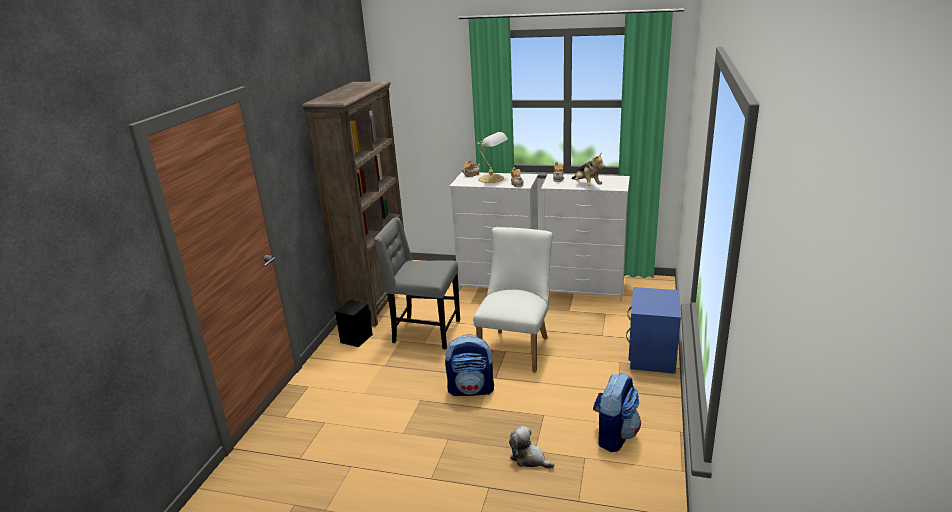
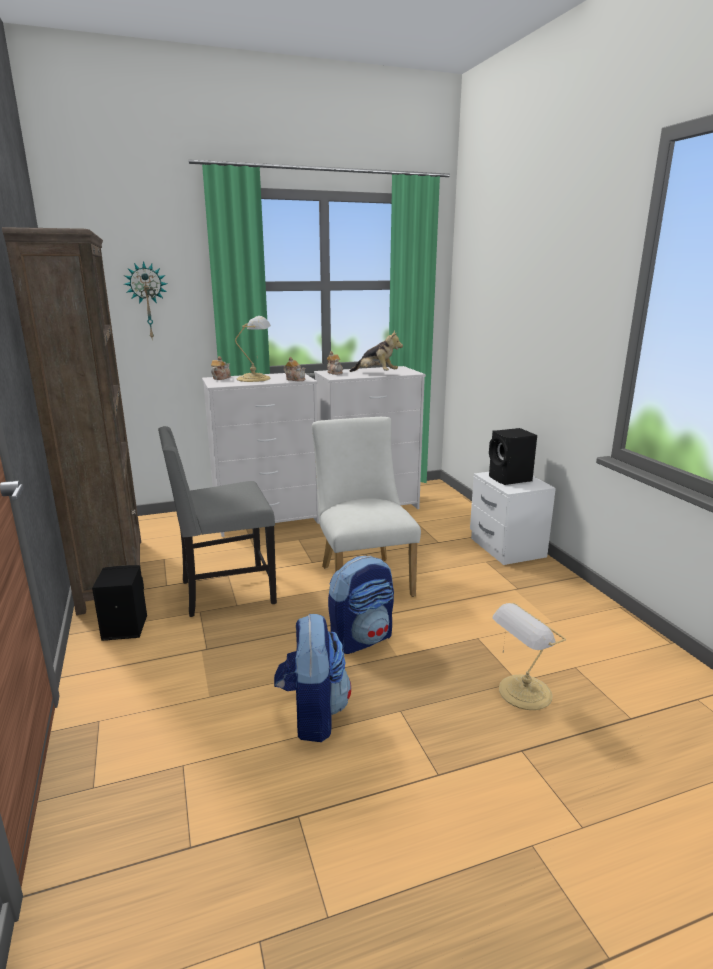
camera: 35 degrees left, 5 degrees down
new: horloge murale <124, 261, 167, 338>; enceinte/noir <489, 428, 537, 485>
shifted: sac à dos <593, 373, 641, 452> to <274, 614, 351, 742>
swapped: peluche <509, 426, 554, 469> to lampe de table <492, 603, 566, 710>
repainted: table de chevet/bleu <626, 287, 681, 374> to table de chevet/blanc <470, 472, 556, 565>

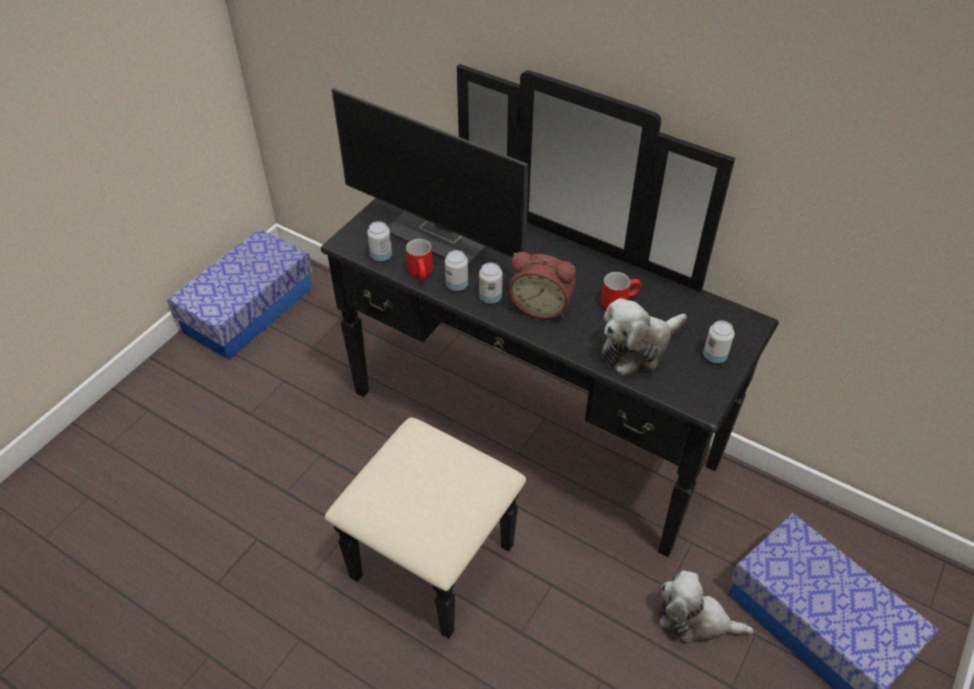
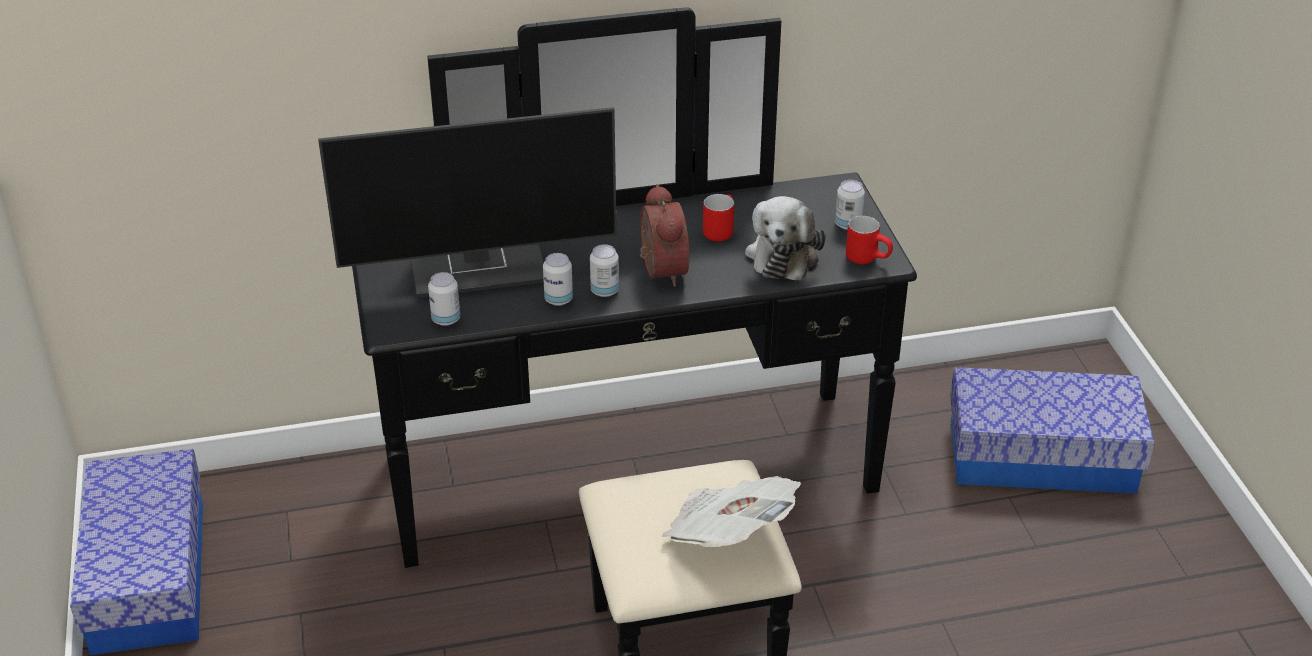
camera: 45 degrees left, 10 degrees down
gone: peluche <659, 570, 754, 645>
new: journal <662, 476, 801, 547>
shifted: mug/rouge <406, 239, 433, 280> to <846, 216, 893, 264>
rotated: réveil <509, 252, 576, 319> = <640, 184, 690, 287> 75 degrees counterclockwise

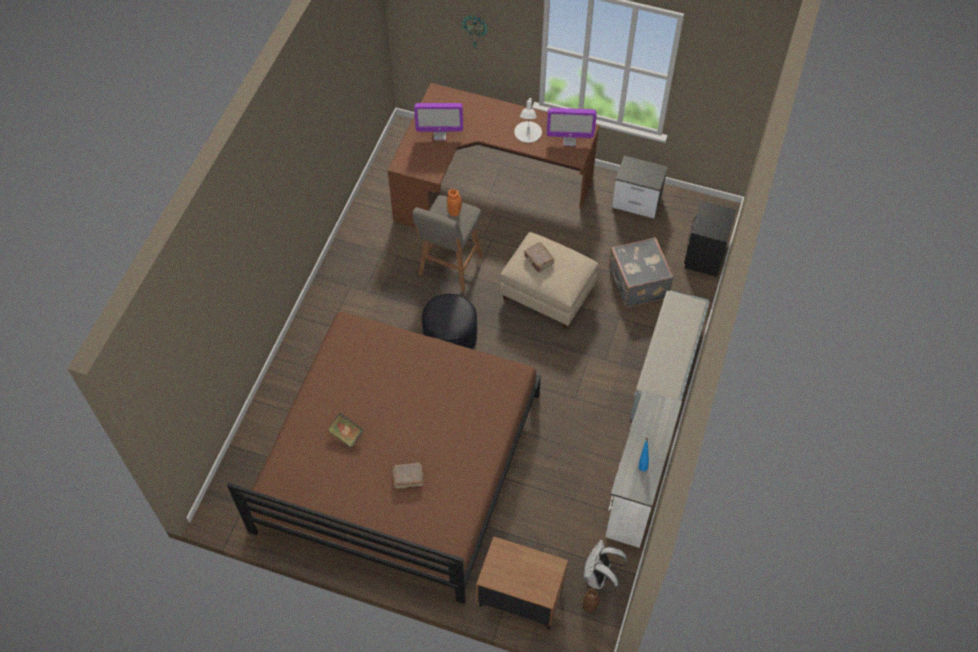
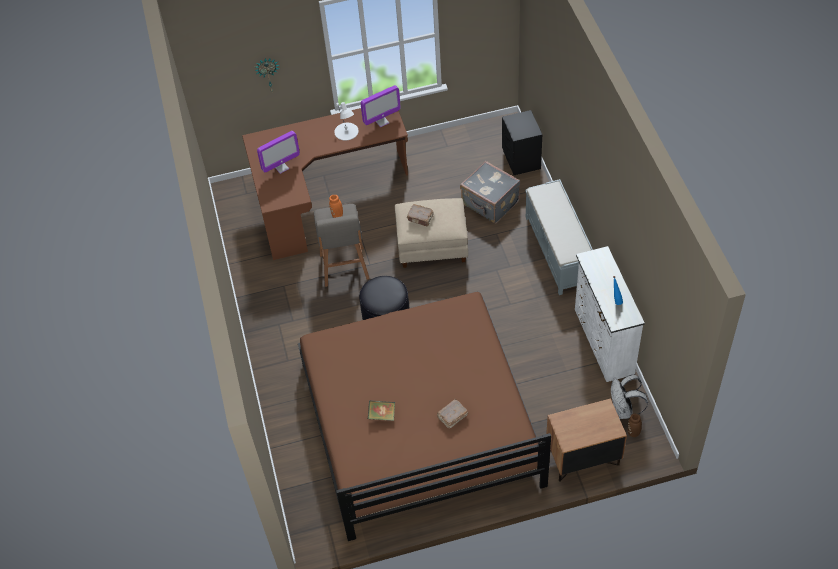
camera: 30 degrees left, 5 degrees down
gone: table de chevet <612, 156, 668, 218>

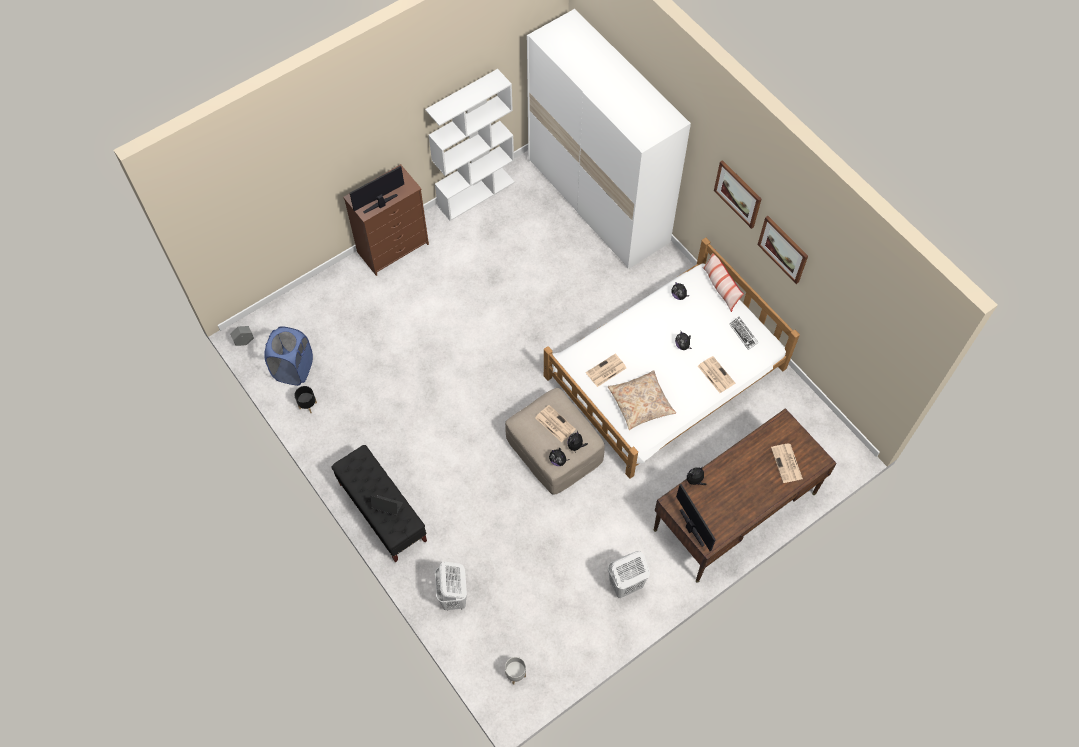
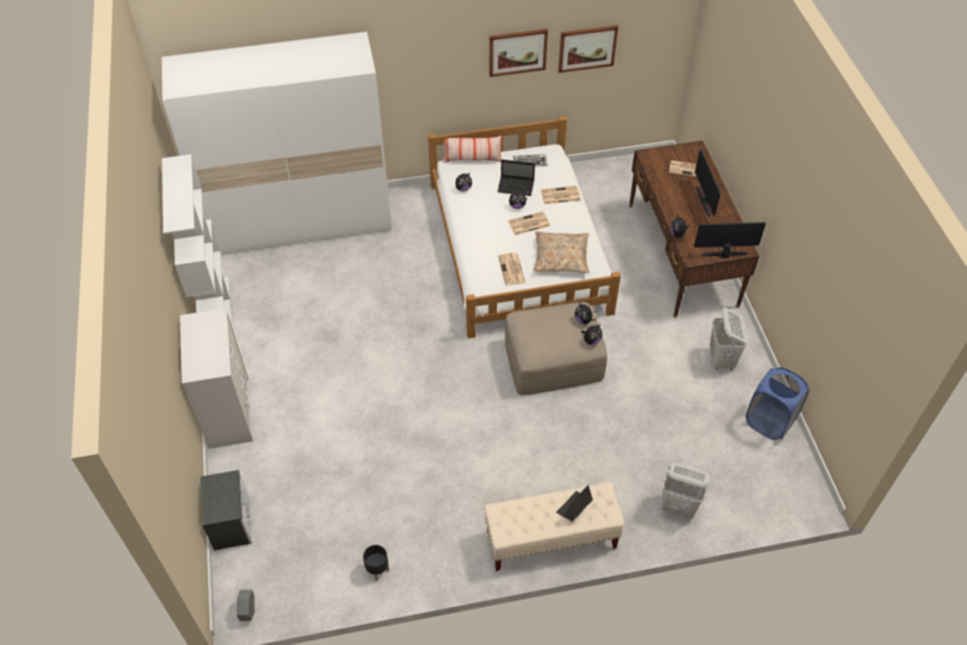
camera: 65 degrees left, 10 degrees down
gone: cache-pot/gris <505, 657, 526, 685>
new: table de chevet <200, 470, 252, 550>; ordinateur portable <497, 160, 535, 196>
shifted: panier à linge/bleu <264, 326, 313, 386> to <746, 367, 809, 440>; écran d'ordinateur <350, 166, 404, 214> to <695, 149, 721, 217>; journal <535, 405, 576, 442> to <508, 212, 550, 235>; tableau <714, 160, 761, 229> to <558, 25, 618, 73>
repainted: banc/noir <331, 445, 427, 563> to banc/beige <485, 482, 624, 571>; commode/marron <343, 164, 429, 276> to commode/blanc <180, 308, 253, 449>

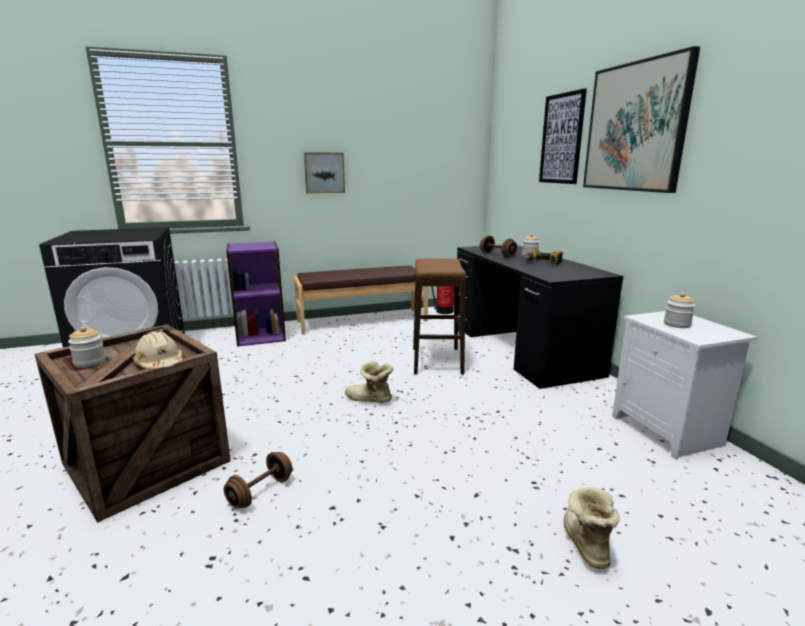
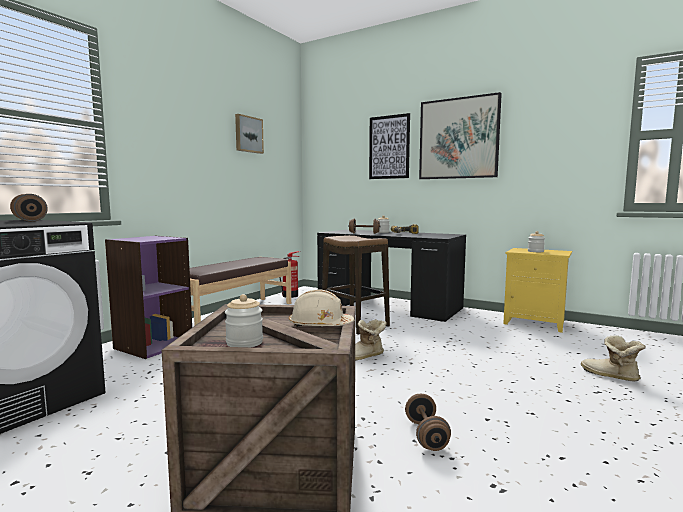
camera: 40 degrees left, 10 degrees down
new: haltère/marron <10, 194, 48, 222>
shifted: tableau <304, 152, 345, 193> to <235, 114, 264, 154>
repainted: table de chevet/blanc <612, 311, 757, 460> to table de chevet/jaune <503, 248, 572, 333>

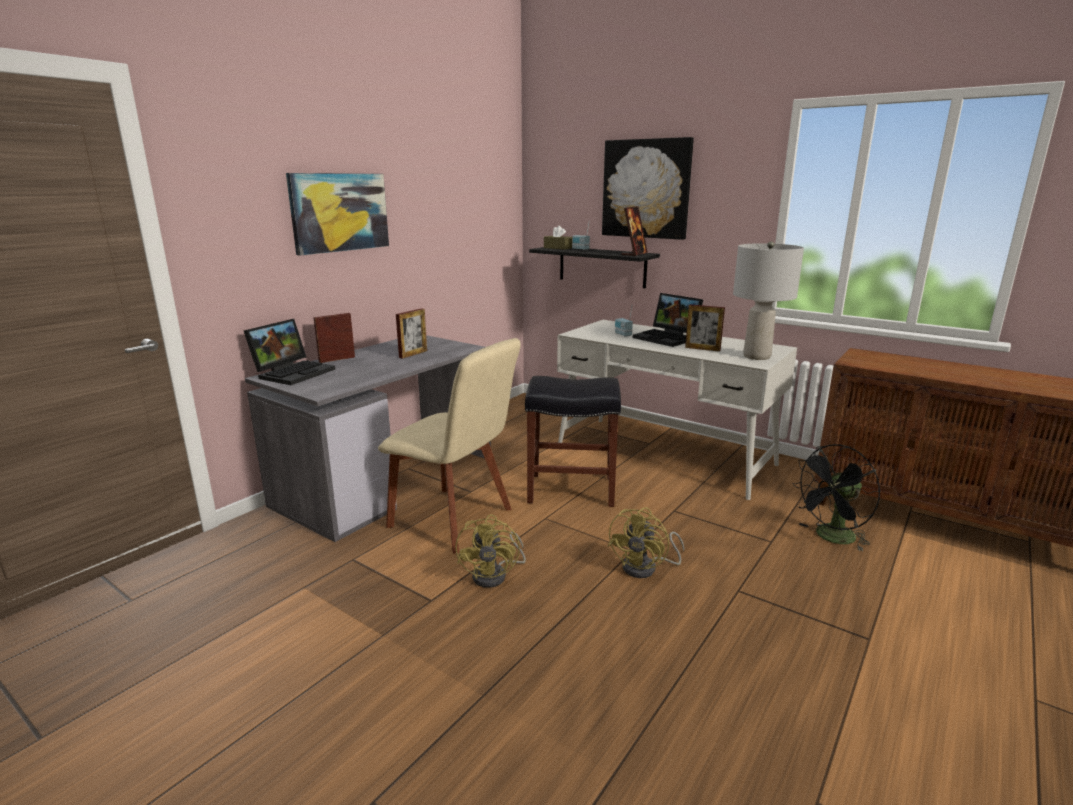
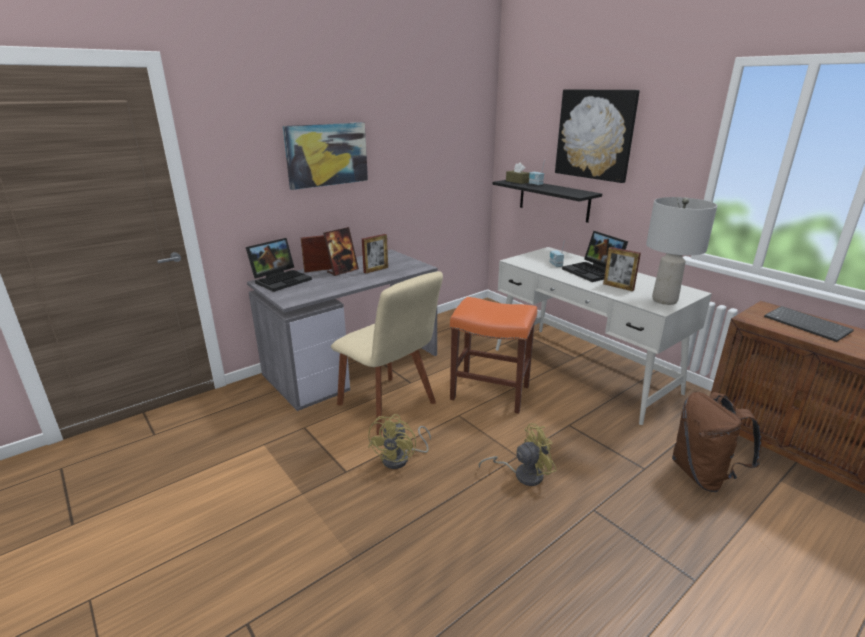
camera: 15 degrees right, 5 degrees up
new: clavier <764, 306, 854, 342>
shifted: cadre photo <622, 206, 648, 256> to <323, 227, 359, 276>
swapped: ventilateur/noir <792, 444, 881, 552> to sac à dos/marron <672, 392, 762, 492>
repainted: tabouret/noir <525, 376, 621, 507> to tabouret/orange <450, 297, 537, 414>
rotated: ventilateur/jaune <607, 507, 684, 578> = <479, 423, 557, 486> 150 degrees counterclockwise

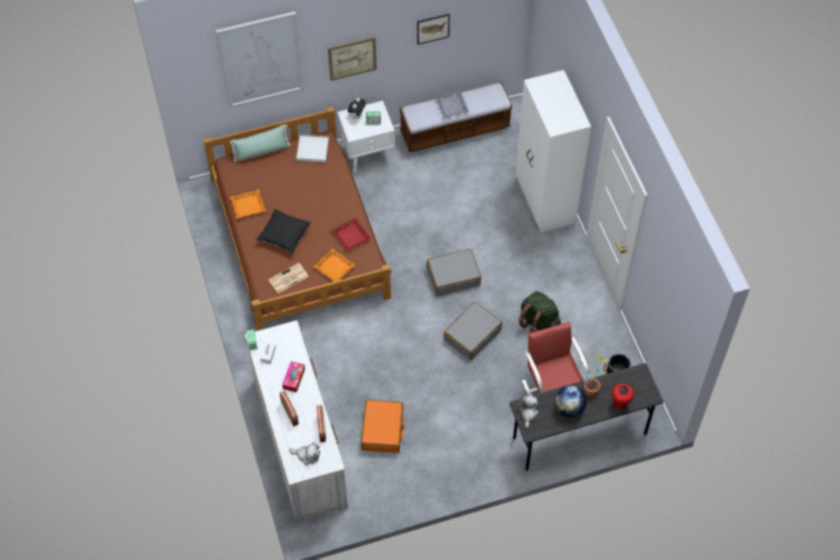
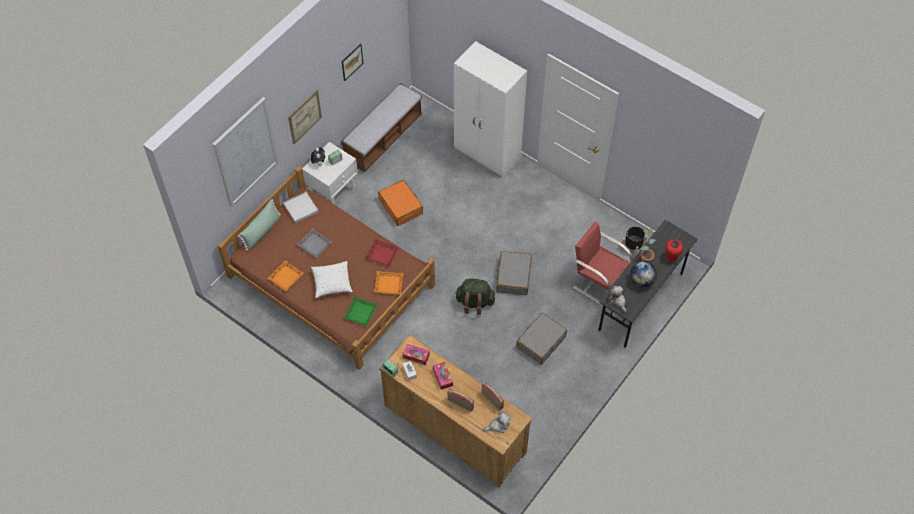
camera: 35 degrees left, 0 degrees up
new: boîte à mouchoirs <403, 344, 430, 365>
shifted: valise/orange <361, 400, 405, 453> to <378, 180, 423, 226>; valise/gris <427, 249, 481, 296> to <516, 313, 567, 365>; plateau/gris <435, 90, 469, 118> to <297, 228, 332, 258>; sac à dos/vert <519, 291, 561, 333> to <455, 278, 495, 315>
swapped: journal <268, 263, 309, 293> to plateau/vert <344, 296, 378, 326>
repainted: commode/blanc <244, 320, 348, 523> to commode/marron <379, 334, 532, 487>; coussin/noir <256, 209, 311, 254> to coussin/blanc <311, 261, 353, 298>

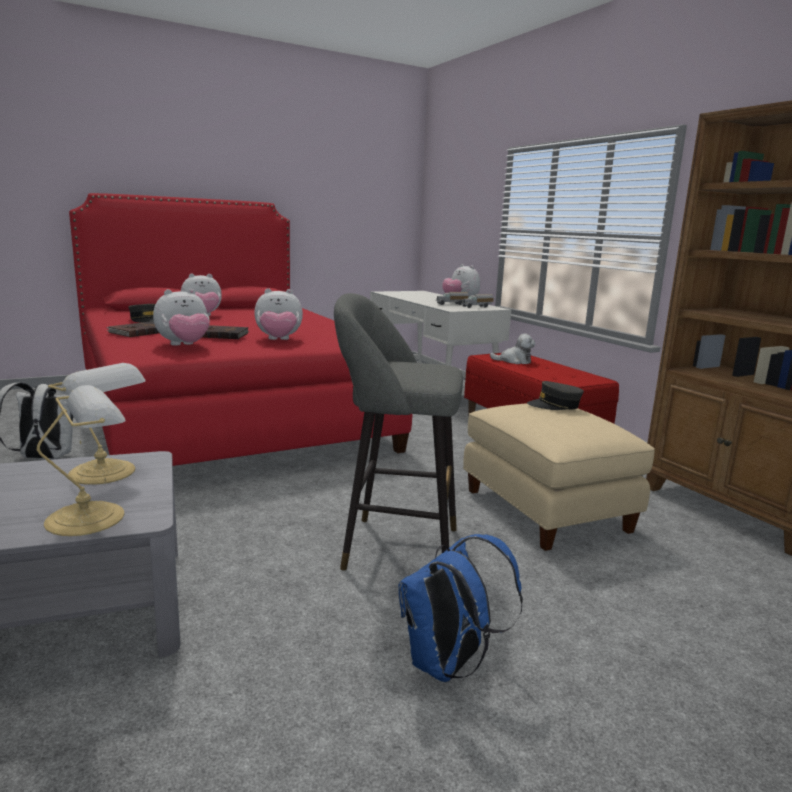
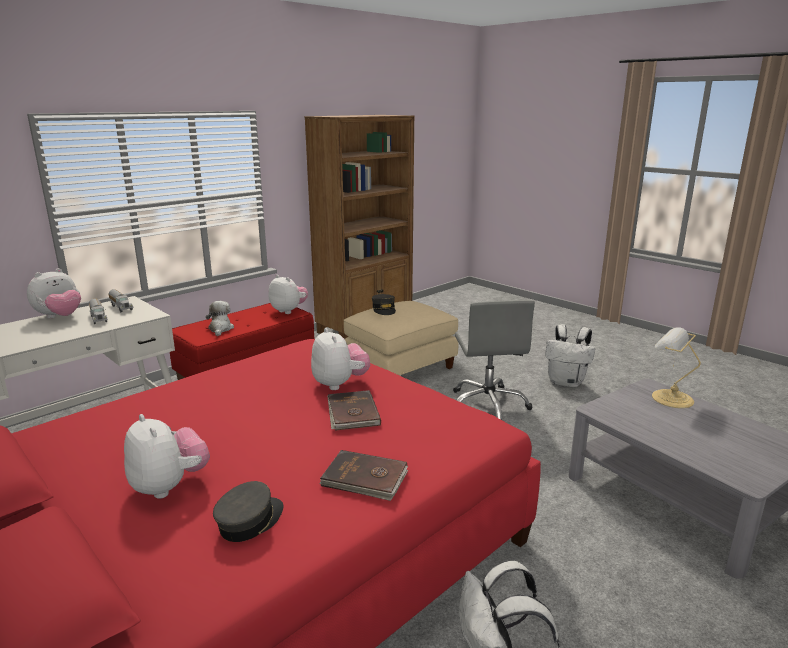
camera: 105 degrees left, 5 degrees up
gone: lampe de table <48, 363, 146, 485>
shifted: peluche <153, 289, 210, 346> to <268, 275, 308, 314>
swapped: tabouret/gris <334, 293, 463, 570> to chaise de bureau/gris <453, 300, 535, 420>
repainted: sac à dos/bleu <399, 534, 523, 682> to sac à dos/blanc <545, 324, 595, 387>

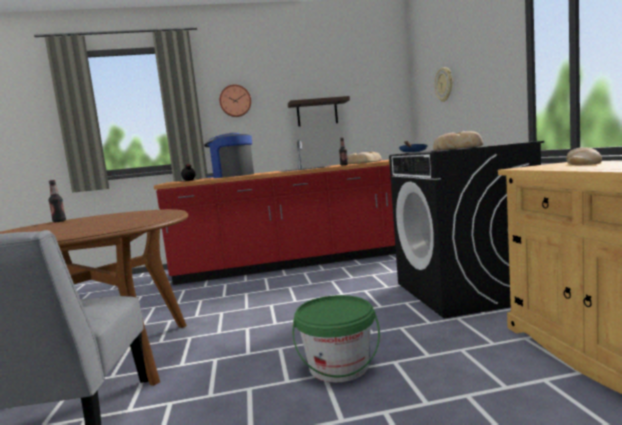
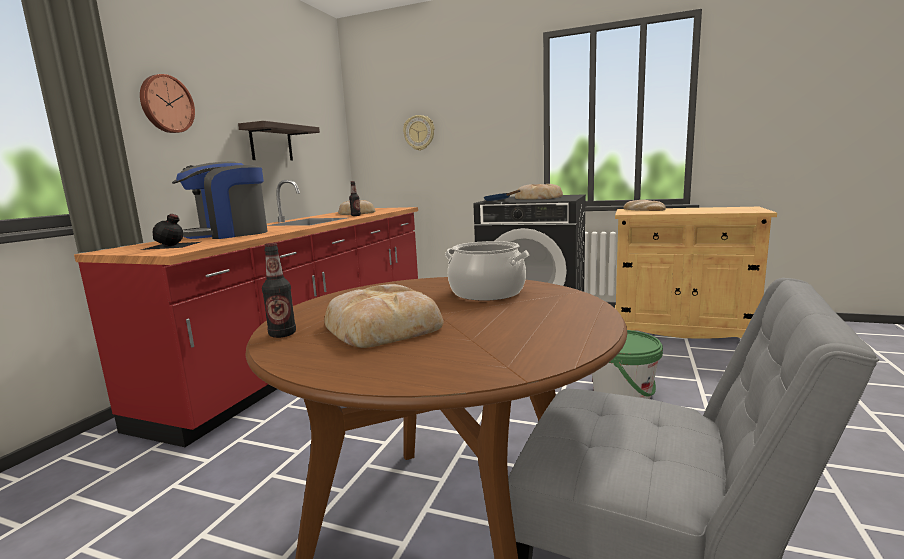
camera: 60 degrees left, 5 degrees up
new: pain <324, 284, 443, 348>; marmite <445, 241, 529, 301>

